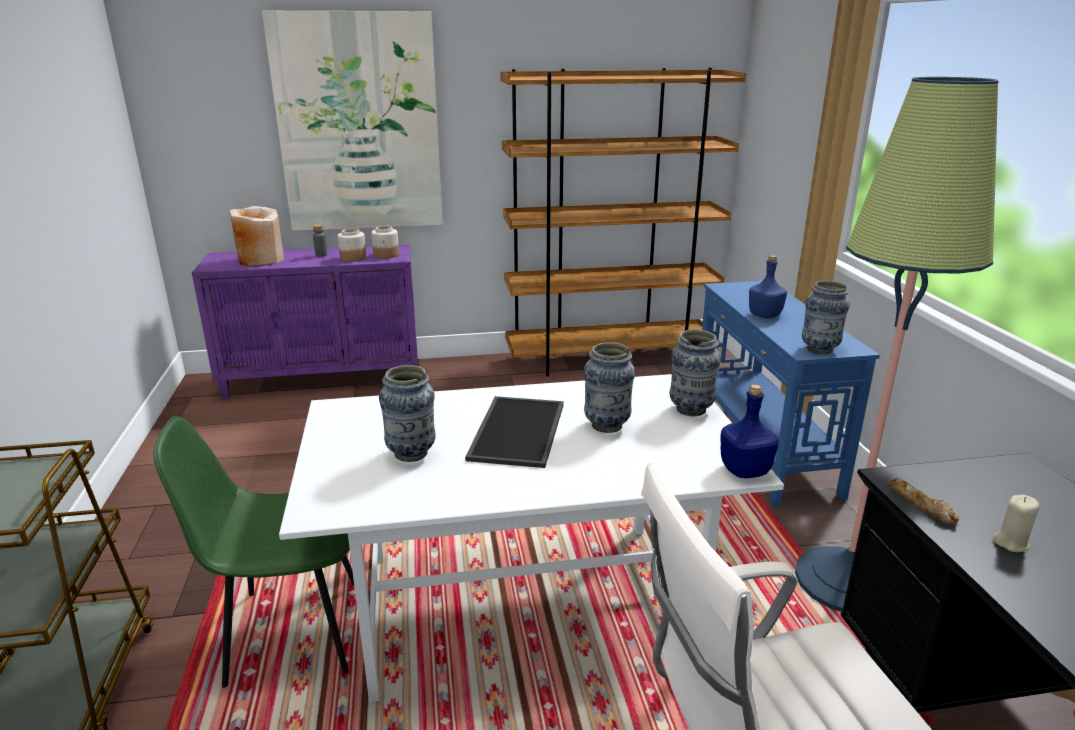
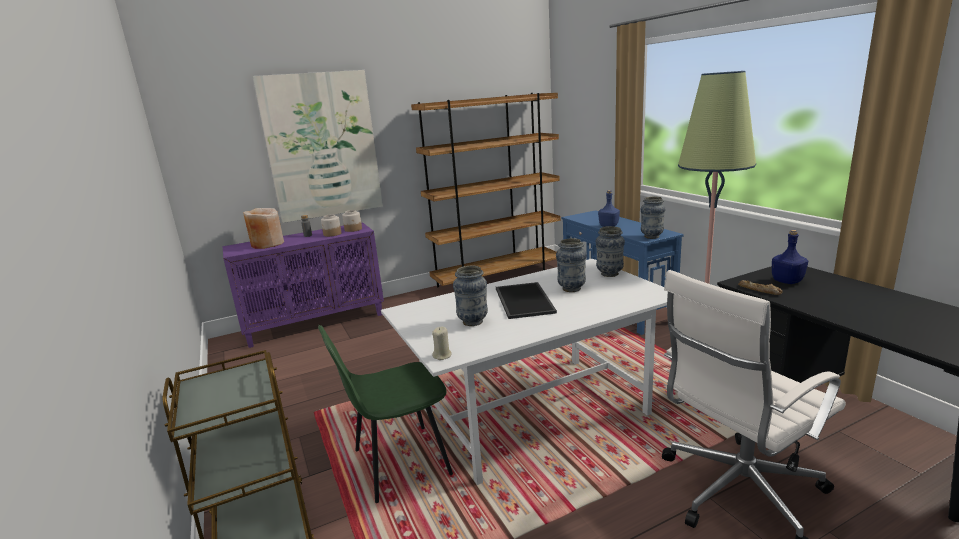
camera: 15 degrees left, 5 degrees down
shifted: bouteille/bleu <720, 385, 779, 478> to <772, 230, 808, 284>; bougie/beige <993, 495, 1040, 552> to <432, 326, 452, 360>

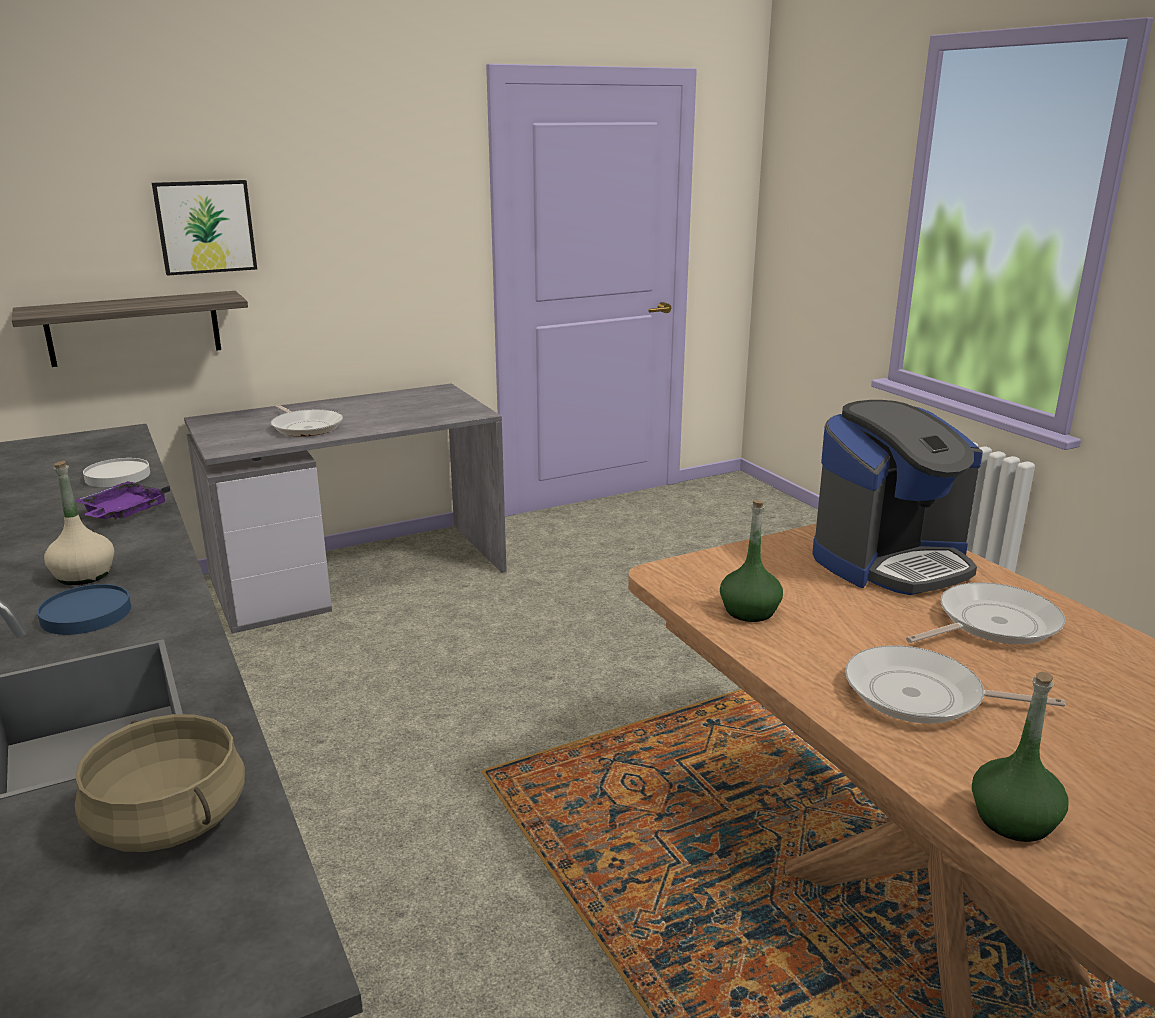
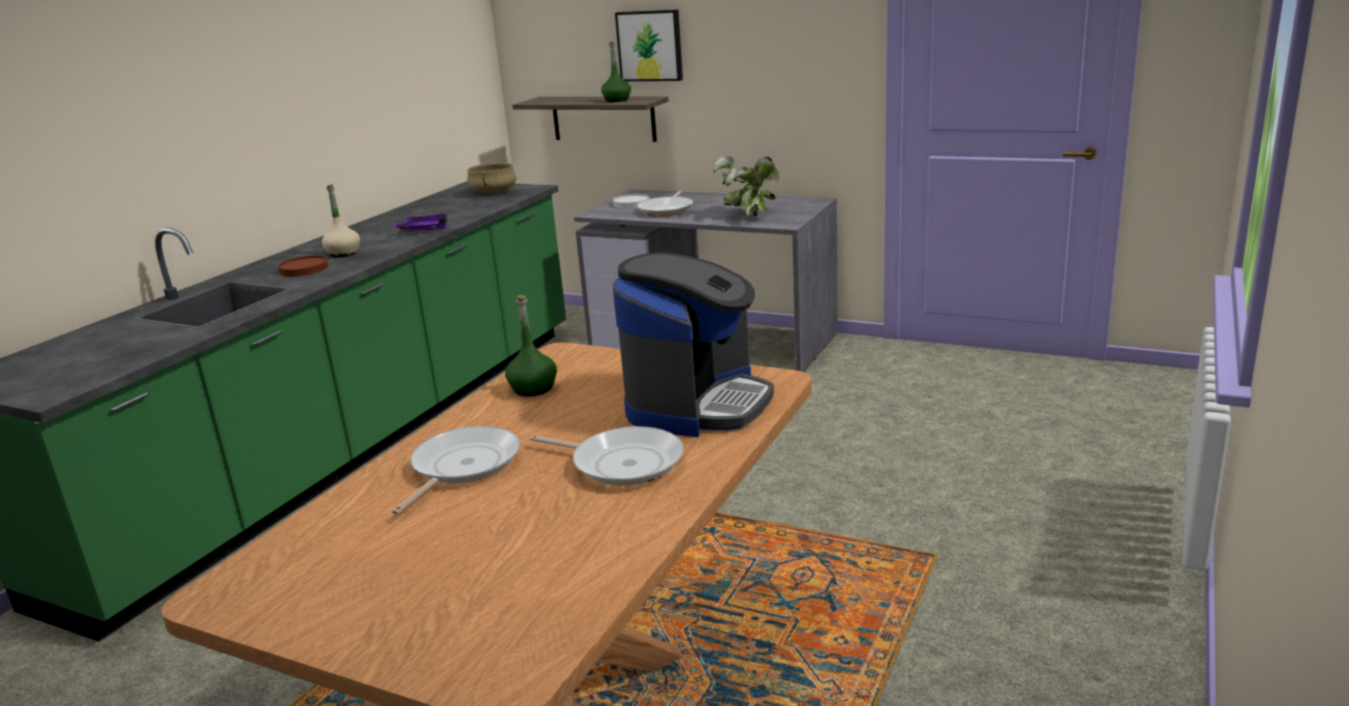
camera: 55 degrees right, 0 degrees up
new: plante en pot <713, 156, 779, 217>
shifted: marmite/beige <75, 714, 245, 852> to <467, 162, 517, 193>; assiette/blanc <83, 458, 150, 487> to <613, 194, 649, 208>; bouteille/vert <972, 672, 1069, 842> to <601, 41, 631, 102>
repainted: assiette/bleu <37, 584, 131, 635> to assiette/marron <278, 256, 328, 277>
rotated: machine à café <812, 400, 983, 595> = <613, 252, 774, 437> 90 degrees counterclockwise; poêle <845, 645, 1065, 724> = <392, 426, 520, 515> 45 degrees clockwise

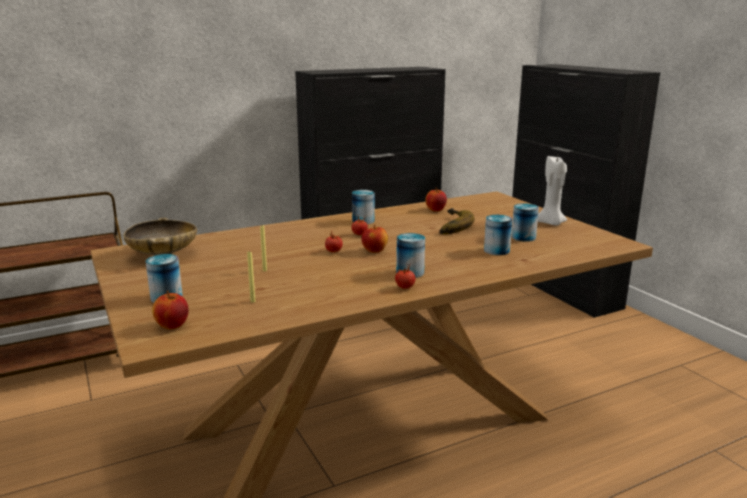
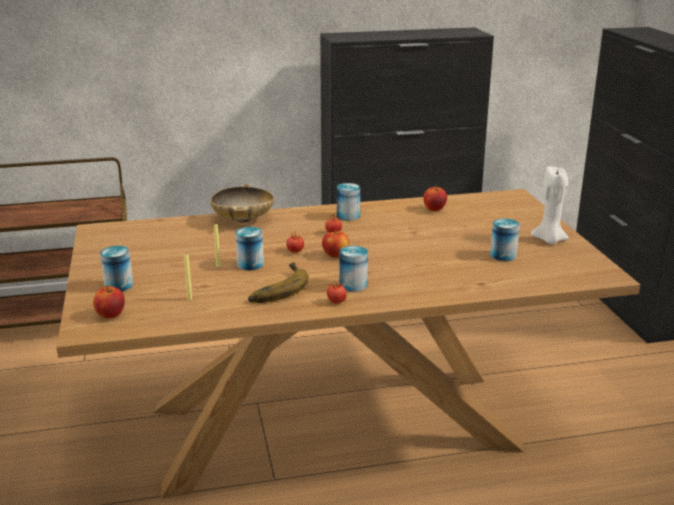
camera: 15 degrees right, 5 degrees up
shifted: bol/beige <123, 217, 197, 256> to <210, 184, 274, 223>; banane <439, 208, 474, 234> to <248, 262, 309, 303>; boîte métallique <484, 215, 512, 255> to <235, 227, 264, 271>

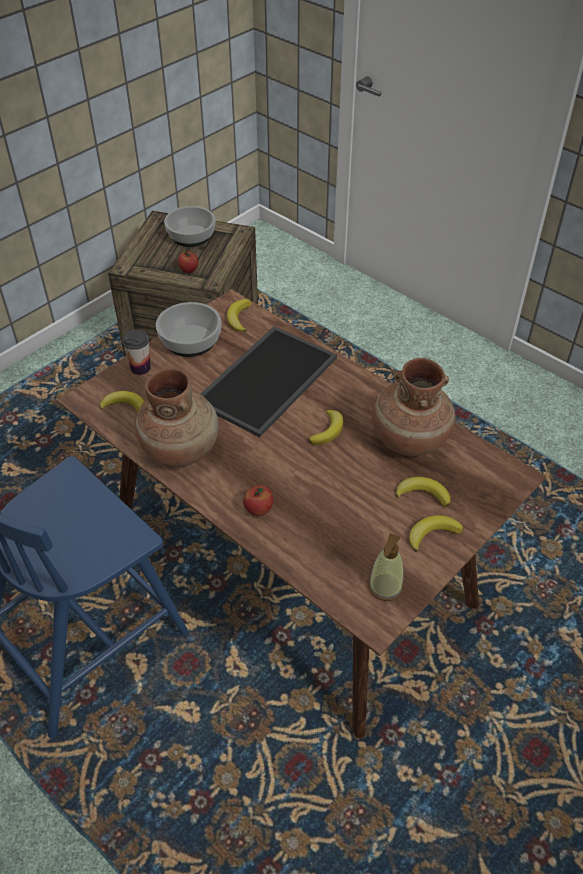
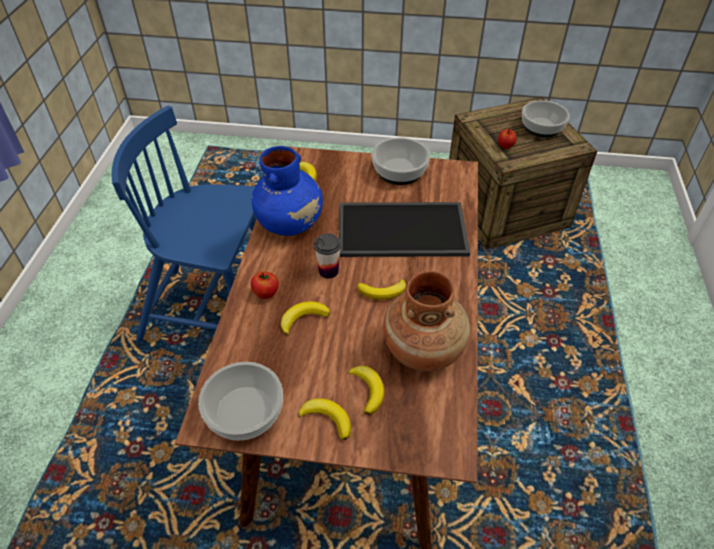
camera: 55 degrees right, 0 degrees up
shifted: tasse <122, 329, 151, 375> to <314, 233, 341, 279>; banane <227, 299, 252, 332> to <281, 301, 330, 336>
swapped: distributeur de savon <368, 533, 404, 601> to bol <198, 362, 283, 441>
repainted: vase/marron <135, 368, 218, 467> to vase/bleu <252, 146, 323, 236>

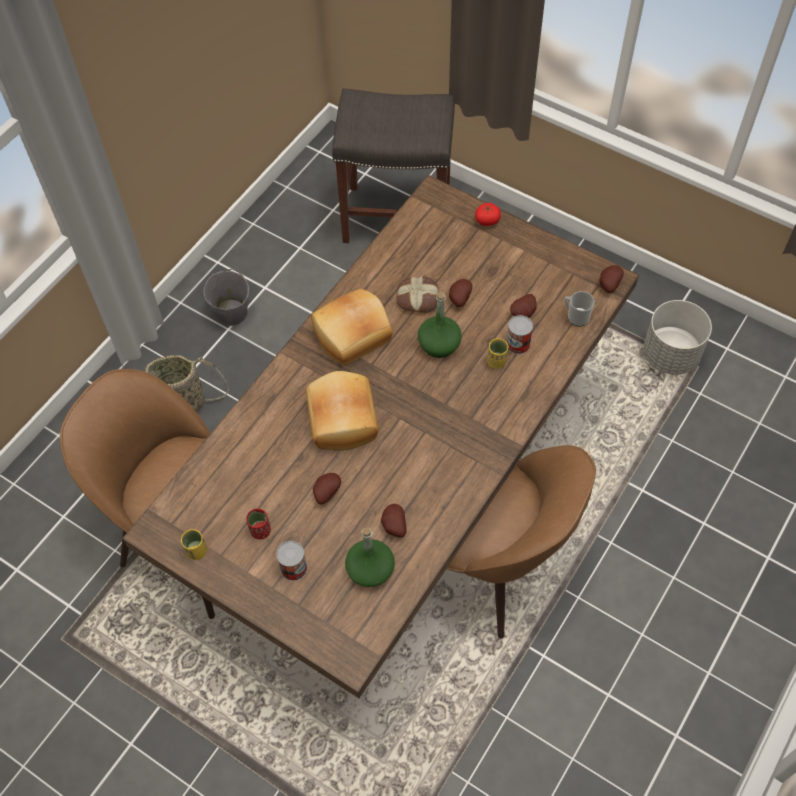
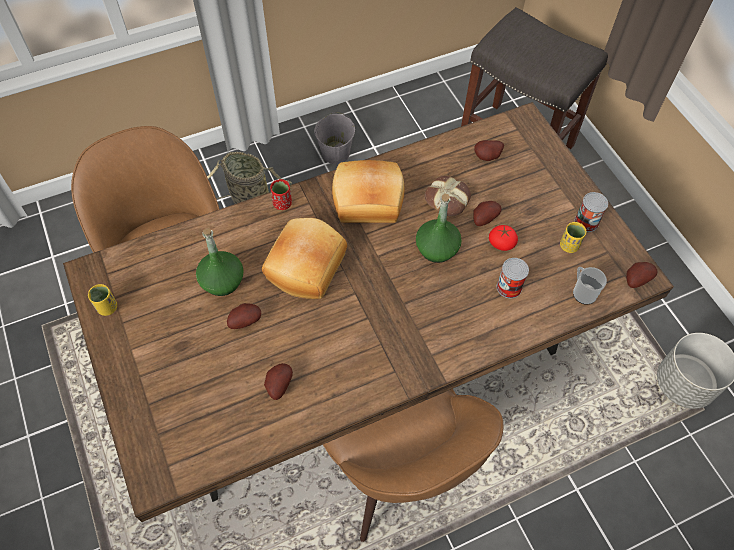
camera: 30 degrees right, 0 degrees up
shifted: tasse/rouge <246, 508, 271, 539> to <270, 179, 292, 210>; boîte métallique <276, 541, 307, 581> to <575, 192, 608, 232>; bouteille/vert <345, 527, 395, 587> to <196, 228, 244, 296>; tomate <475, 203, 501, 226> to <489, 225, 518, 251>; tasse/jaune <487, 338, 508, 369> to <560, 222, 587, 253>; pomme de terre <510, 294, 537, 318> to <474, 140, 504, 161>

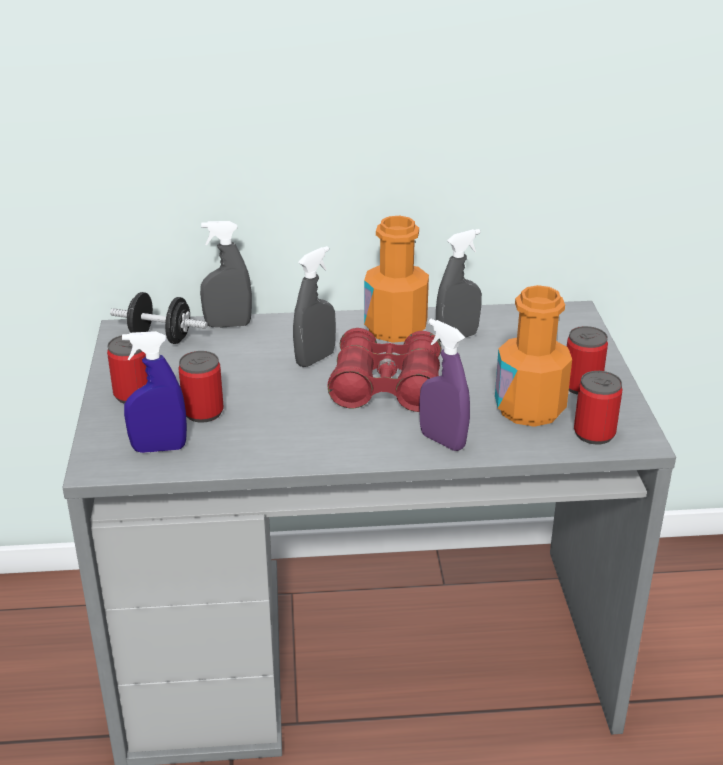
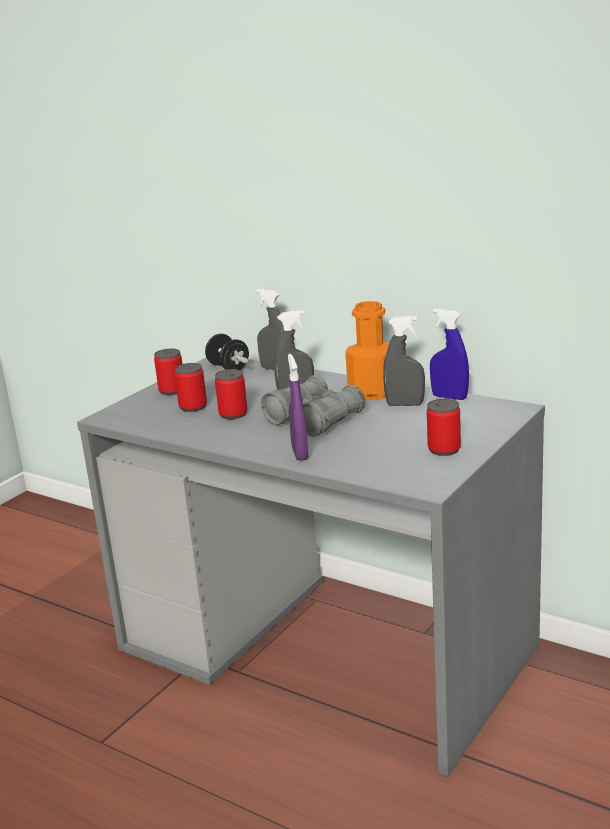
camera: 40 degrees right, 10 degrees down
gone: bouteille/orange <495, 285, 572, 427>
shifted: vaporisateur/bleu <122, 331, 187, 453> to <430, 309, 469, 400>; boîte métallique <574, 371, 622, 445> to <215, 369, 248, 419>
repainted: jumelles/rouge <327, 328, 441, 412> to jumelles/gris <261, 375, 365, 436>

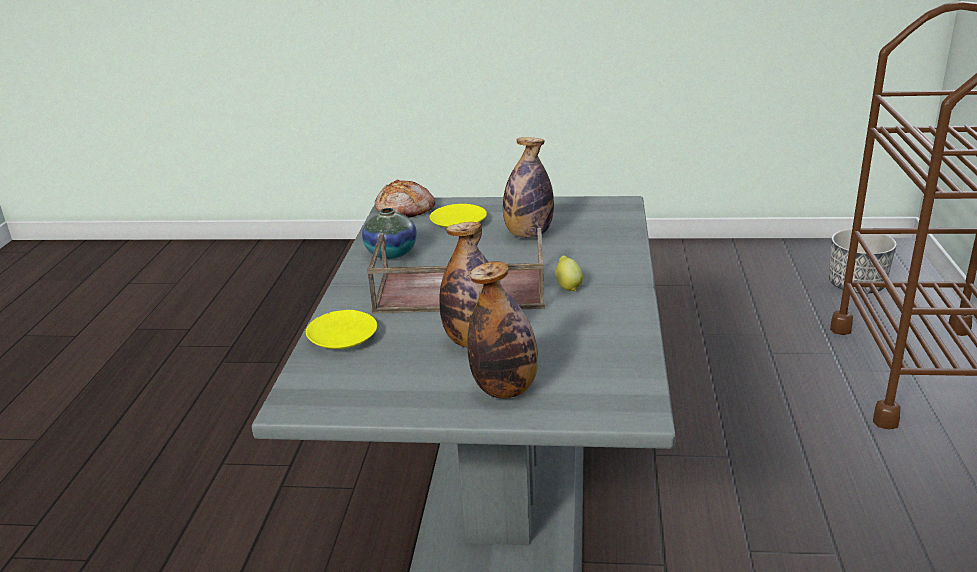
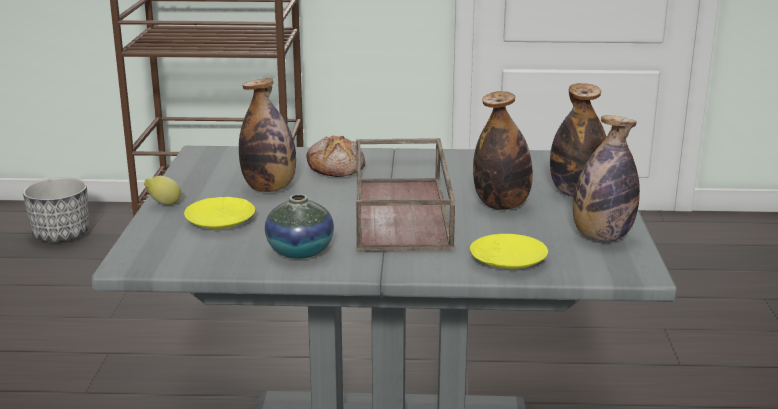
camera: 95 degrees left, 5 degrees down
new: bouteille <573, 115, 640, 242>
shifted: pain <375, 180, 435, 218> to <307, 136, 365, 177>; citron <555, 256, 583, 291> to <144, 176, 181, 205>

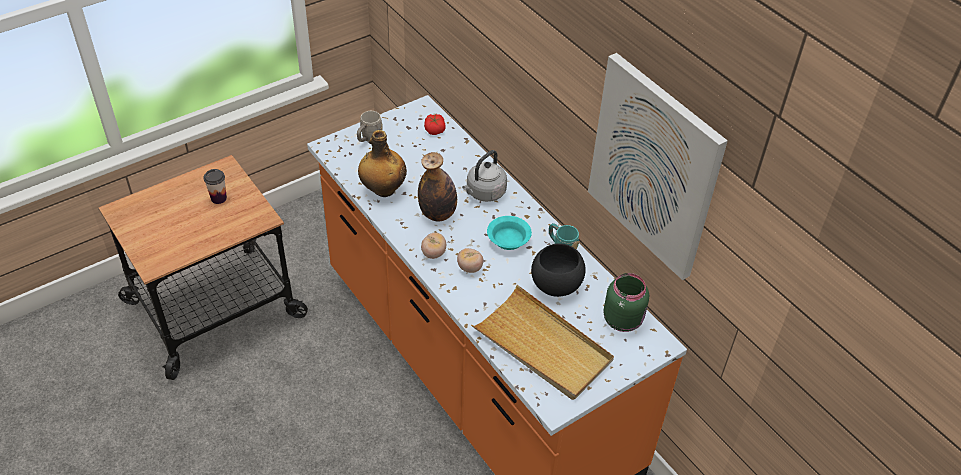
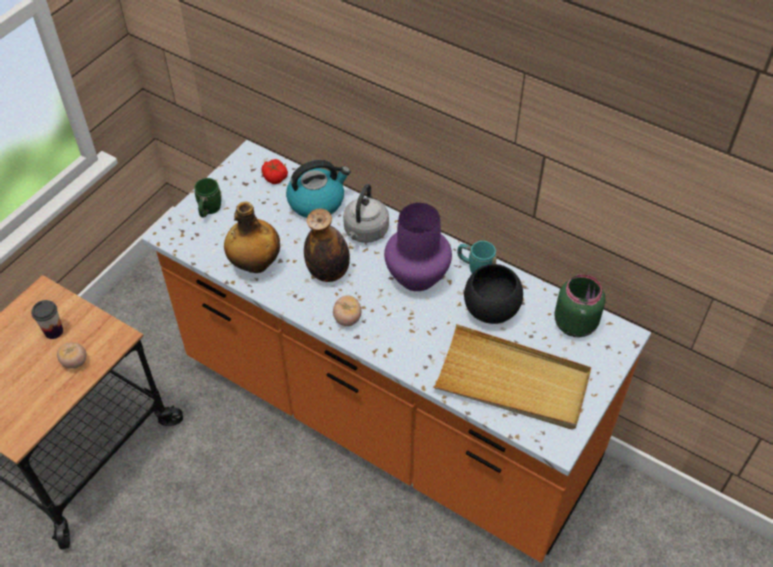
camera: 20 degrees left, 5 degrees up
gone: tableau <588, 53, 728, 280>
new: bouilloire <286, 160, 350, 218>
shifted: tomate <457, 248, 484, 273> to <57, 343, 86, 369>
swapped: bol/turquoise <487, 216, 532, 250> to vase/violet <384, 203, 452, 291>
repainted: mug/gris <357, 111, 382, 142> to mug/vert <194, 178, 222, 218>

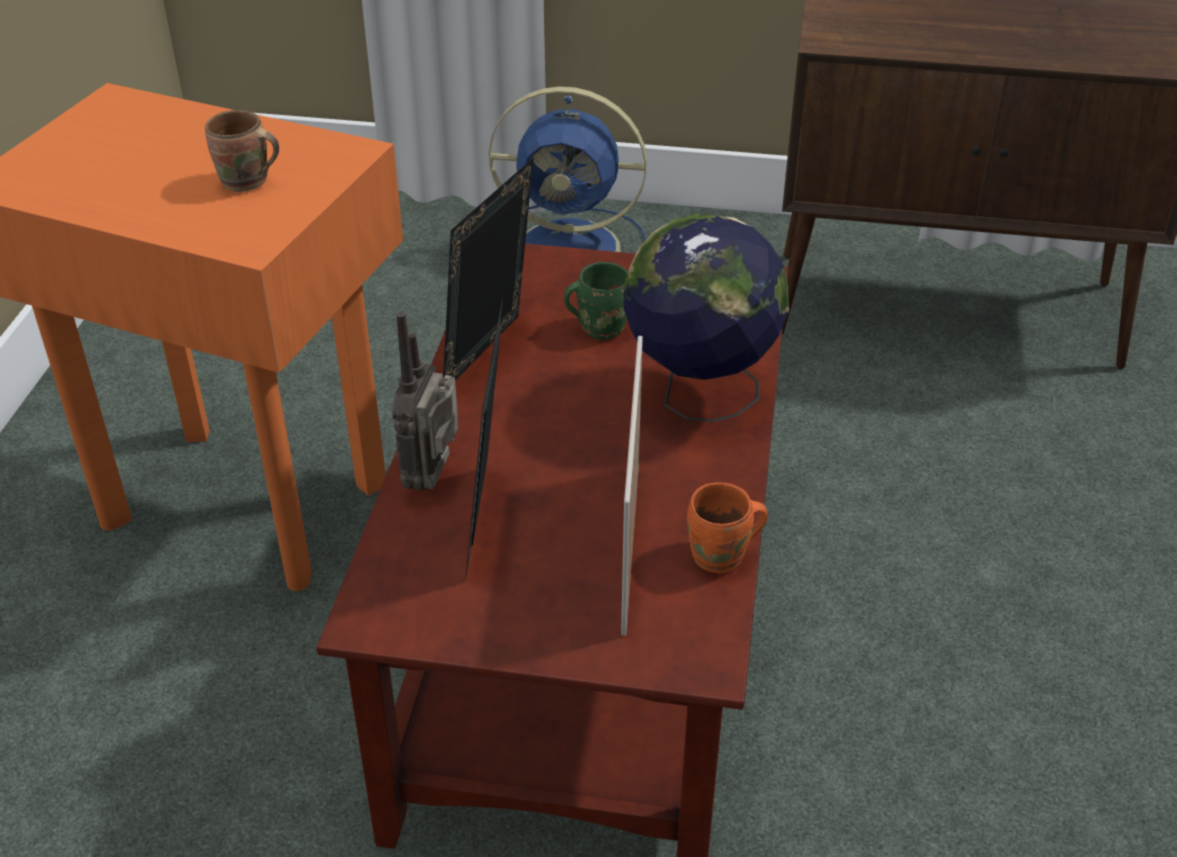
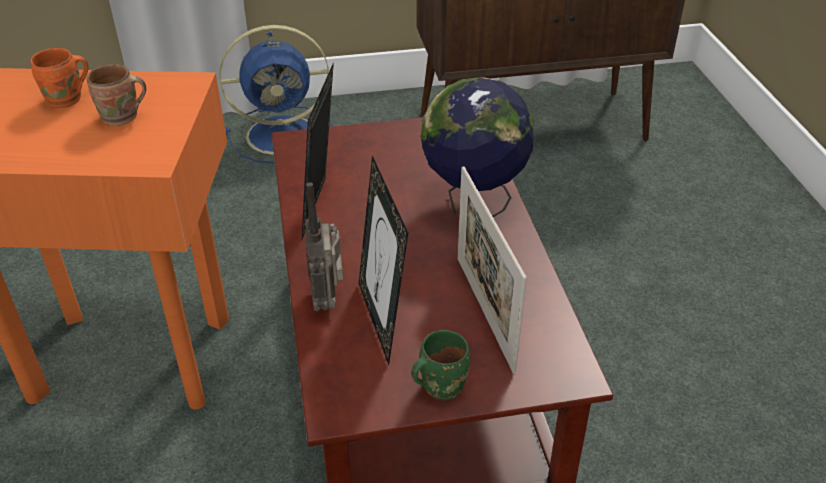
camera: 20 degrees left, 0 degrees up
shifted: mug/vert <564, 262, 628, 340> to <411, 330, 471, 400>; mug/orange <687, 482, 768, 573> to <30, 48, 88, 108>

